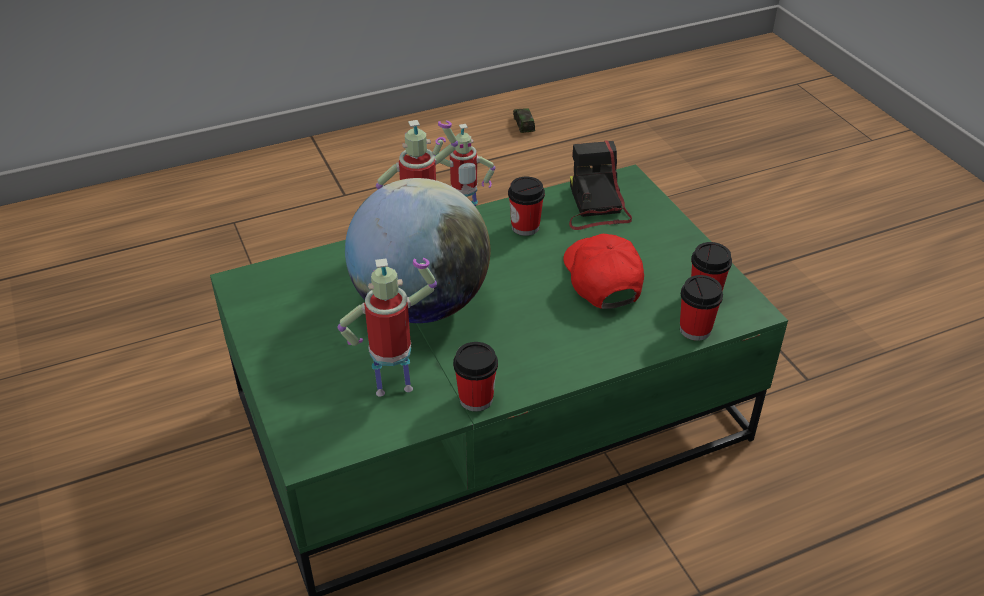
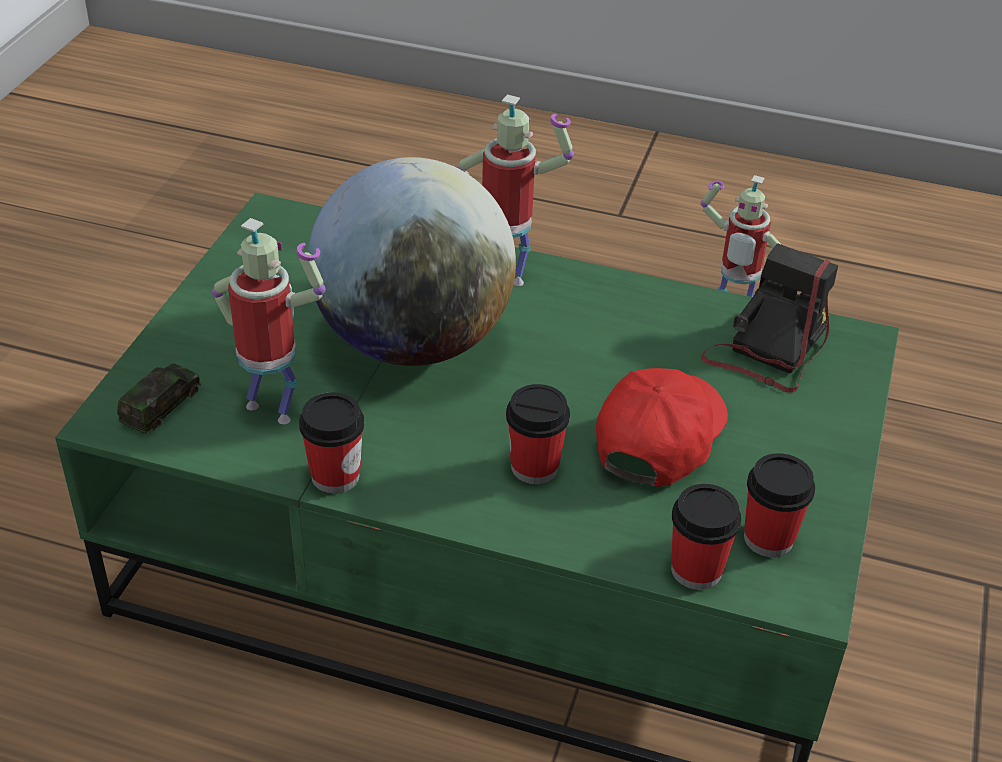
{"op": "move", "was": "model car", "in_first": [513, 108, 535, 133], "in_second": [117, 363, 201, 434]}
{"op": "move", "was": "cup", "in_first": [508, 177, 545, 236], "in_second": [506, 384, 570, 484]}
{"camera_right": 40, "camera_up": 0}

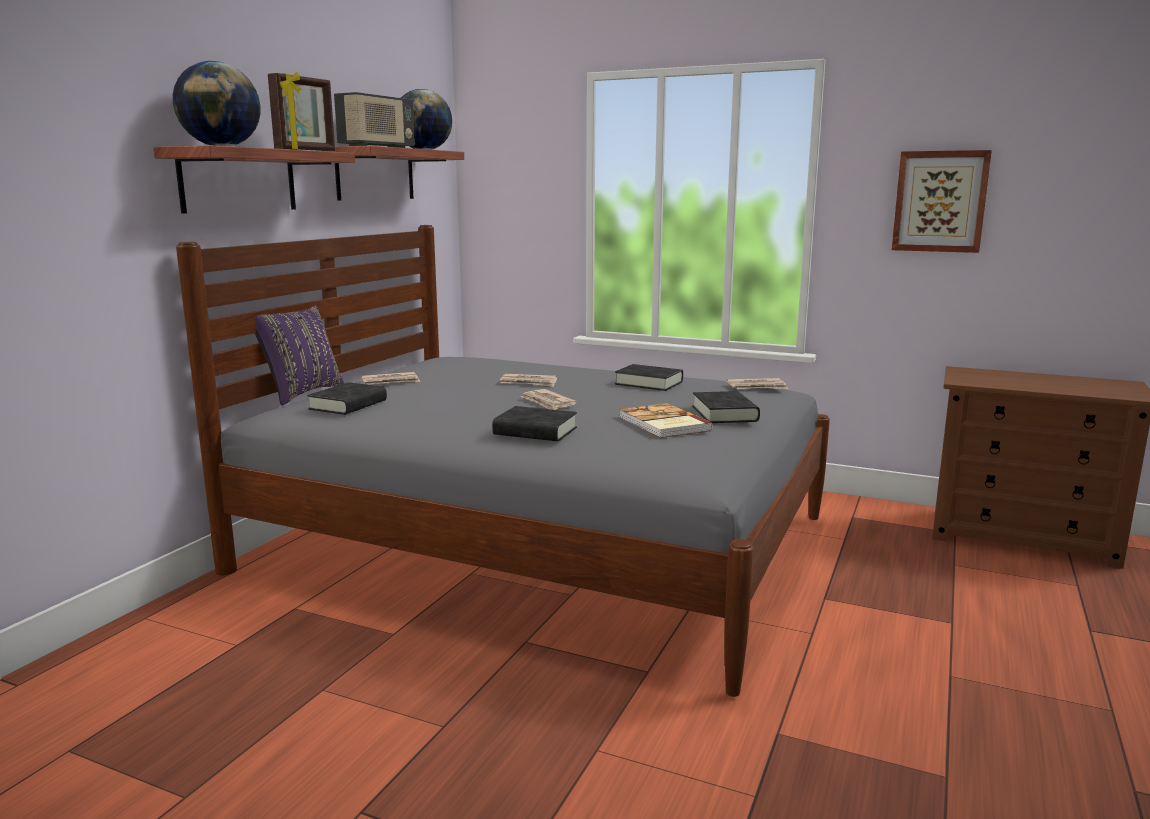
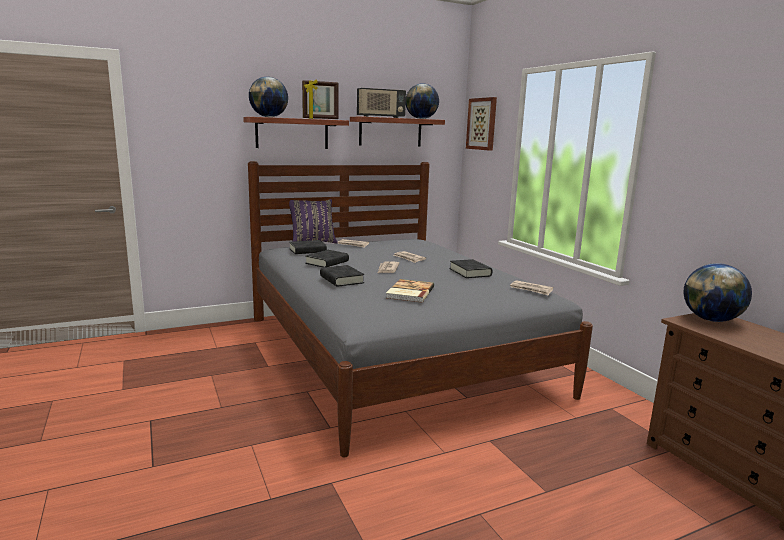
{"op": "move", "was": "black bound book", "in_first": [692, 391, 760, 423], "in_second": [305, 250, 349, 267]}
{"op": "move", "was": "picture", "in_first": [892, 150, 992, 253], "in_second": [466, 97, 497, 151]}
{"op": "insert", "now": "desk globe", "in_second": [683, 263, 752, 322]}
{"camera_right": 40, "camera_up": 0}

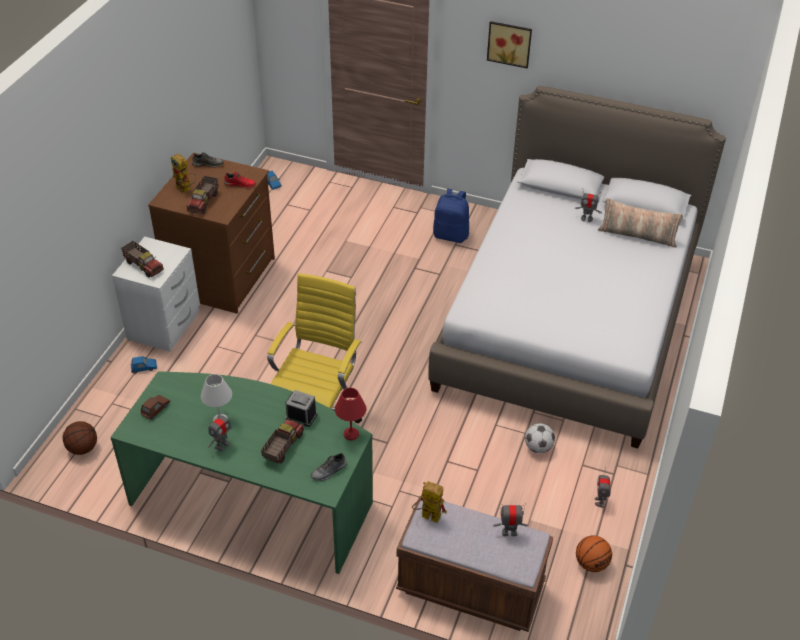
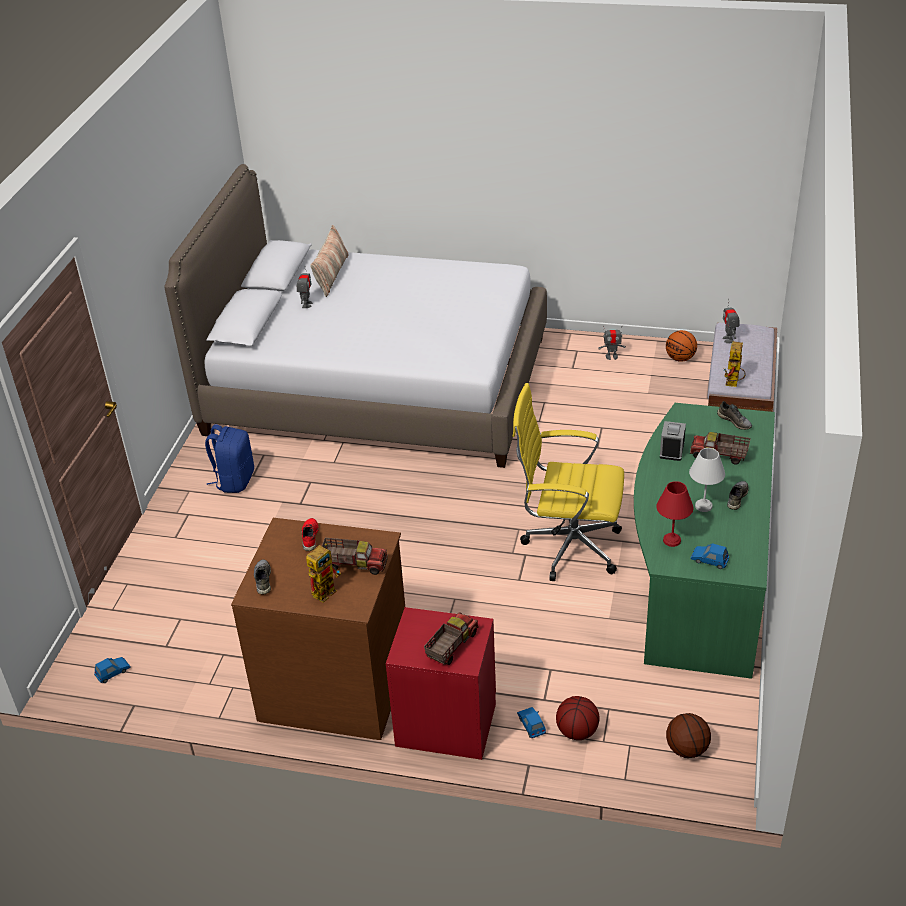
{"op": "recolor", "was": "white nightstand", "now": "reddish nightstand", "in_first": [112, 237, 200, 352], "in_second": [386, 607, 496, 760]}
{"op": "insert", "now": "basketball", "in_second": [556, 696, 599, 740]}
{"op": "move", "was": "reddish table lamp", "in_first": [335, 388, 366, 440], "in_second": [656, 481, 693, 547]}
{"op": "recolor", "was": "brownish model car", "now": "blue model car", "in_first": [141, 395, 170, 420], "in_second": [690, 543, 729, 569]}
{"op": "replace", "was": "toy robot", "now": "grey item of footwear", "in_first": [208, 410, 233, 451], "in_second": [727, 481, 749, 510]}
{"op": "delete", "was": "picture", "in_first": [487, 21, 532, 68]}
{"op": "delete", "was": "football ball", "in_first": [525, 423, 555, 453]}
{"camera_right": -95, "camera_up": -5}

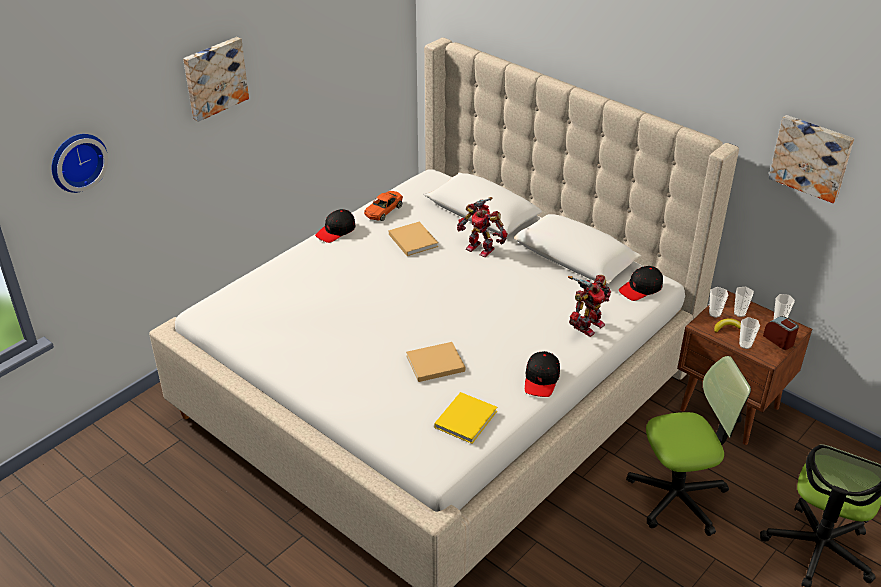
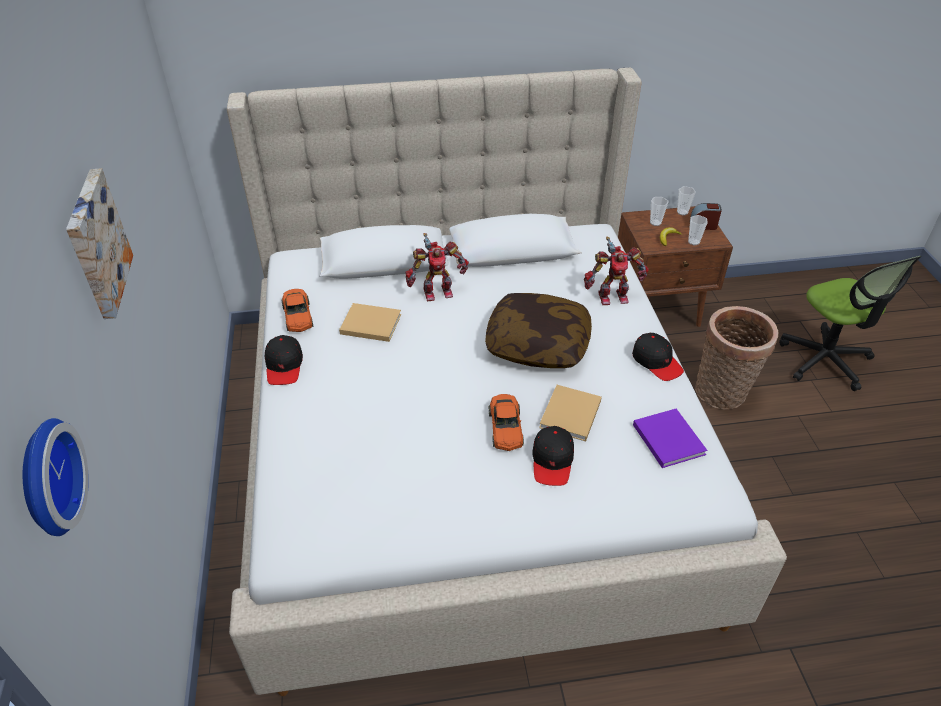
{"op": "insert", "now": "pillow", "in_second": [485, 293, 592, 368]}
{"op": "insert", "now": "orangey model car", "in_second": [489, 394, 524, 451]}
{"op": "move", "was": "black peaked cap", "in_first": [619, 266, 663, 301], "in_second": [532, 426, 574, 486]}
{"op": "rotate", "was": "toy robot", "in_first": [568, 275, 611, 337], "in_second": [584, 237, 649, 305], "clockwise": 90}
{"op": "recolor", "was": "yellowish bound book", "now": "purplish bound book", "in_first": [434, 392, 497, 444], "in_second": [633, 409, 707, 468]}
{"op": "replace", "was": "office chair", "now": "household basket", "in_first": [626, 356, 751, 536], "in_second": [695, 306, 778, 409]}
{"op": "delete", "was": "cup", "in_first": [709, 287, 728, 318]}
{"op": "delete", "was": "picture", "in_first": [769, 115, 854, 203]}
{"camera_right": -50, "camera_up": 5}

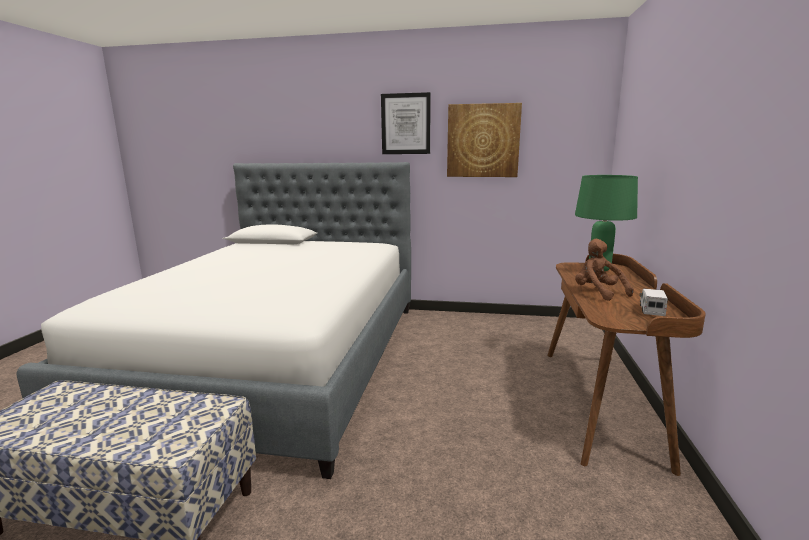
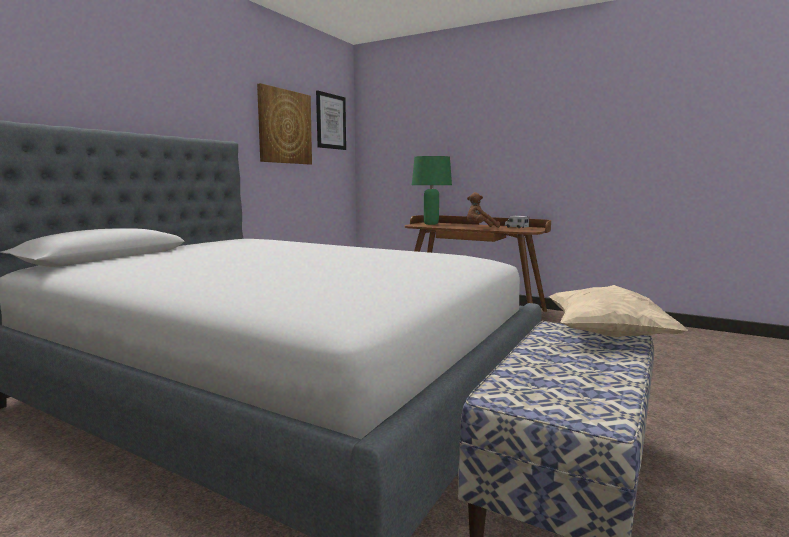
{"op": "move", "was": "picture", "in_first": [381, 92, 430, 154], "in_second": [316, 90, 346, 150]}
{"op": "insert", "now": "beige pillow", "in_second": [549, 285, 688, 337]}
{"camera_right": -70, "camera_up": -5}

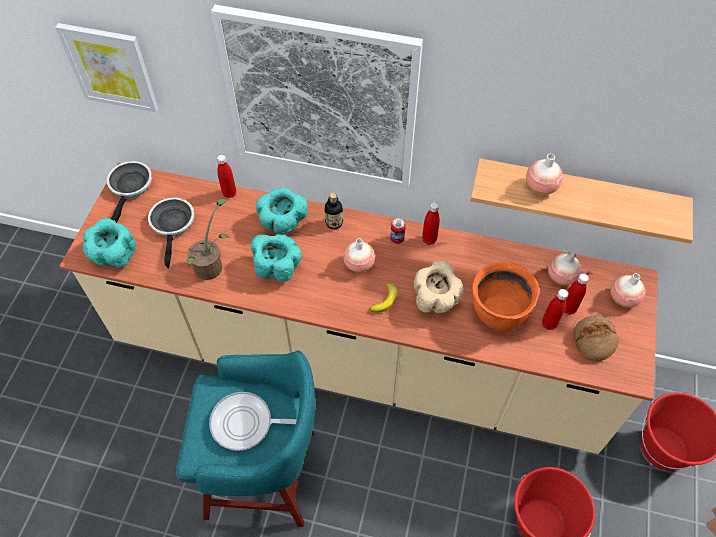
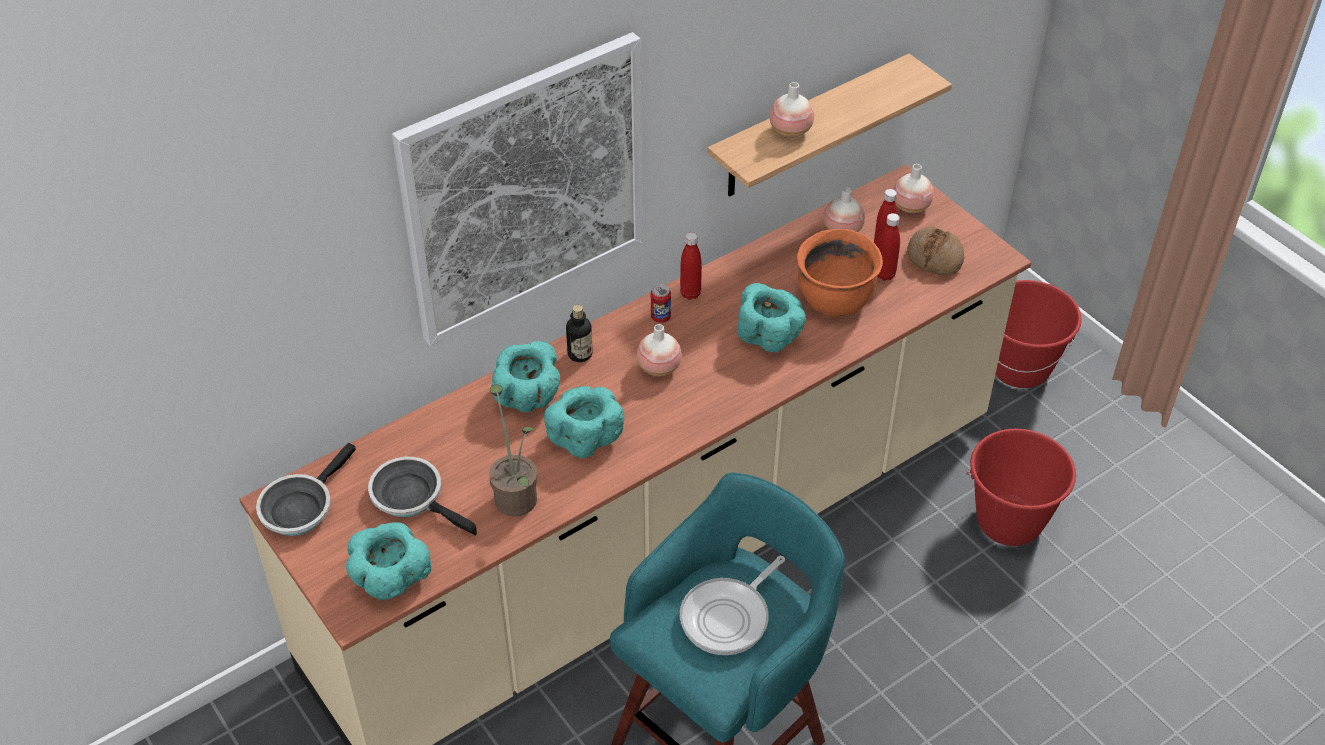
{"op": "rotate", "was": "frying pan", "in_first": [107, 161, 152, 223], "in_second": [256, 443, 356, 536], "clockwise": -105}
{"op": "recolor", "was": "beige bowl", "now": "turquoise-coloured bowl", "in_first": [414, 260, 464, 313], "in_second": [737, 283, 806, 353]}
{"op": "delete", "was": "picture", "in_first": [55, 23, 158, 112]}
{"op": "delete", "was": "reddish bottle", "in_first": [217, 154, 236, 198]}
{"op": "delete", "was": "banana", "in_first": [370, 283, 397, 313]}
{"camera_right": -50, "camera_up": -10}

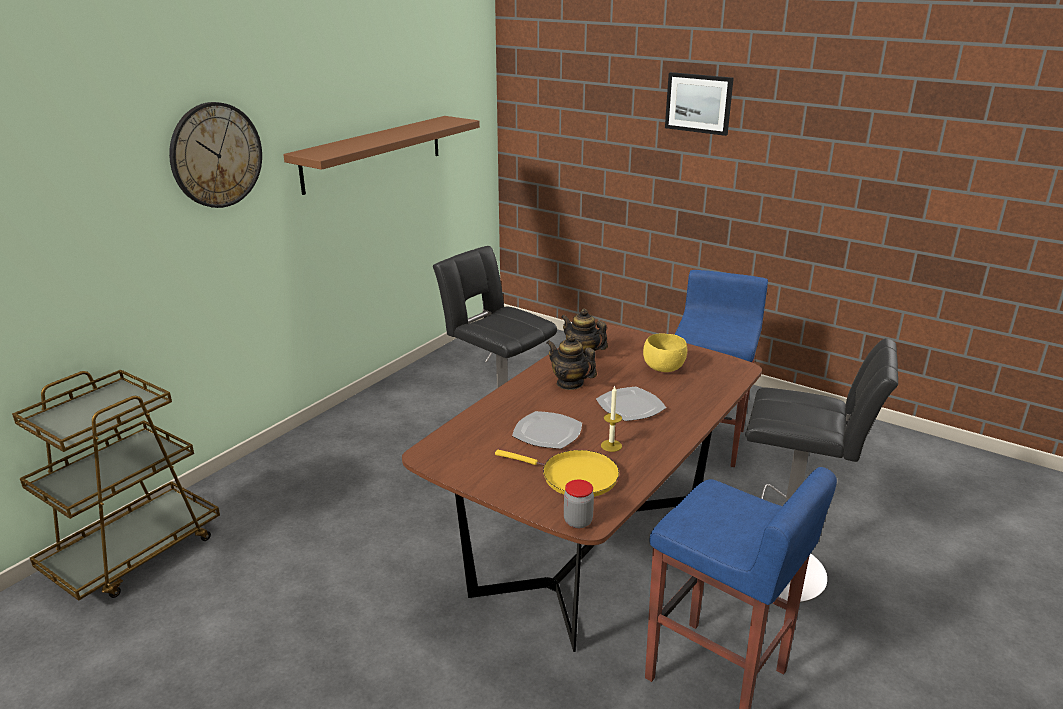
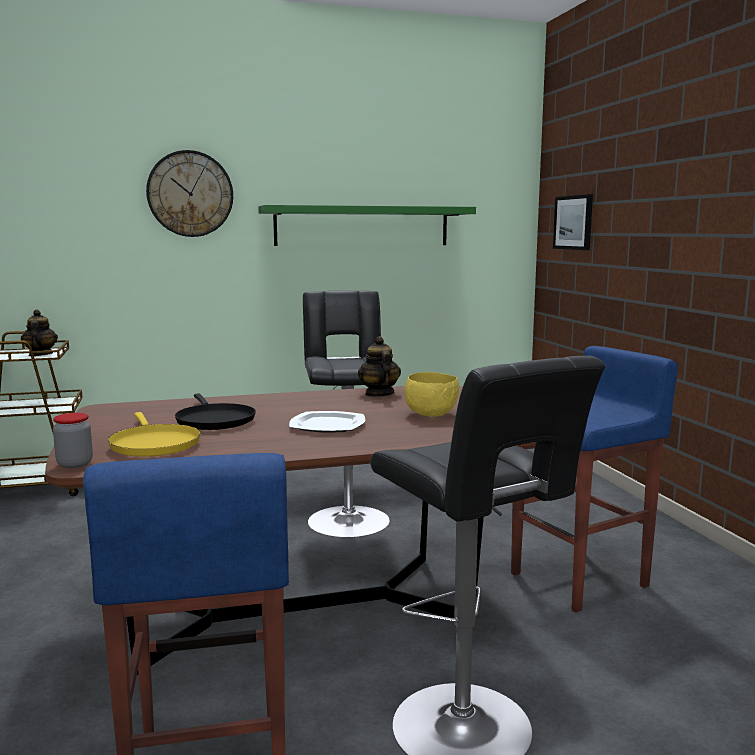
{"op": "move", "was": "tea pot", "in_first": [547, 334, 597, 390], "in_second": [21, 310, 58, 356]}
{"op": "replace", "was": "plate", "now": "black frying pan", "in_first": [512, 411, 582, 449], "in_second": [175, 393, 256, 430]}
{"op": "recolor", "was": "brownish wall shelf", "now": "greenish wall shelf", "in_first": [283, 116, 480, 195], "in_second": [258, 205, 476, 246]}
{"op": "move", "was": "picture", "in_first": [665, 72, 734, 136], "in_second": [553, 194, 593, 250]}
{"op": "delete", "was": "wax light", "in_first": [601, 385, 622, 452]}
{"camera_right": 40, "camera_up": -15}

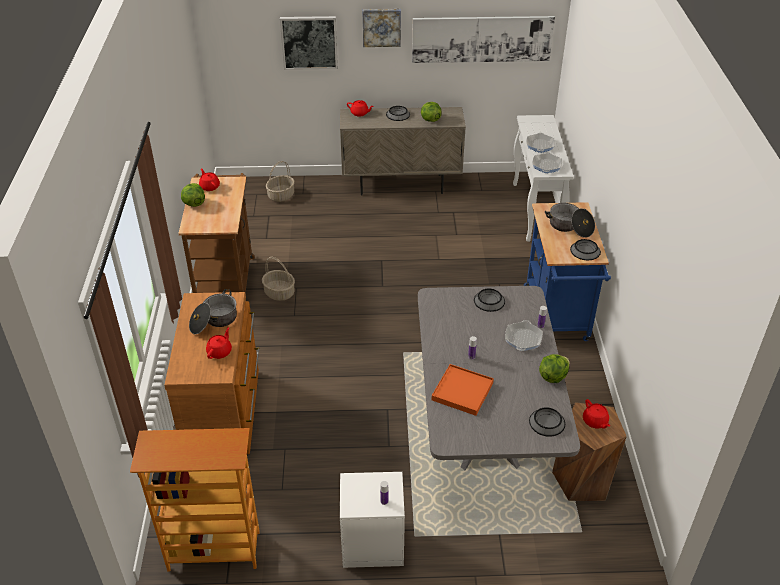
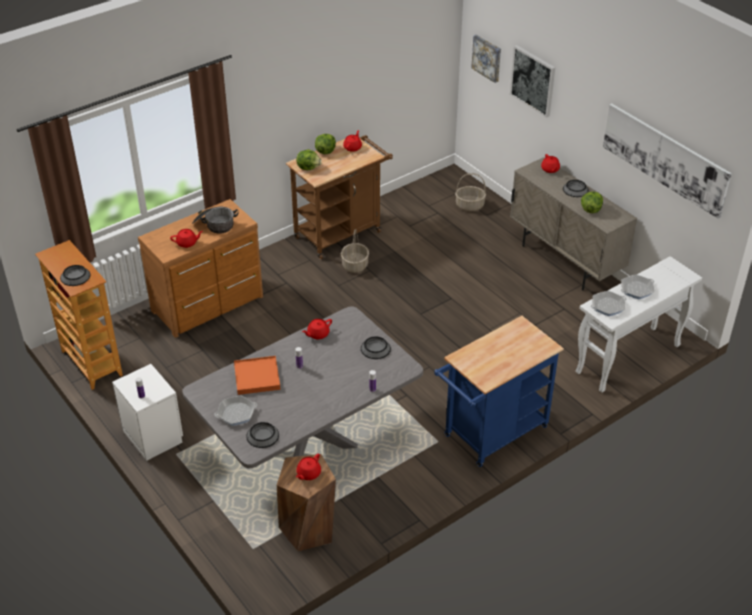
{"op": "move", "was": "bowl", "in_first": [570, 239, 601, 260], "in_second": [60, 265, 90, 286]}
{"op": "move", "was": "frying pan", "in_first": [505, 320, 543, 351], "in_second": [214, 395, 257, 426]}
{"op": "move", "was": "head of lettuce", "in_first": [539, 354, 570, 383], "in_second": [296, 149, 322, 170]}
{"op": "insert", "now": "reddish tea pot", "in_second": [302, 319, 332, 339]}
{"op": "move", "was": "picture", "in_first": [362, 9, 401, 47], "in_second": [471, 35, 501, 83]}
{"op": "delete", "was": "stockpot", "in_first": [545, 203, 595, 238]}
{"camera_right": 55, "camera_up": 0}

